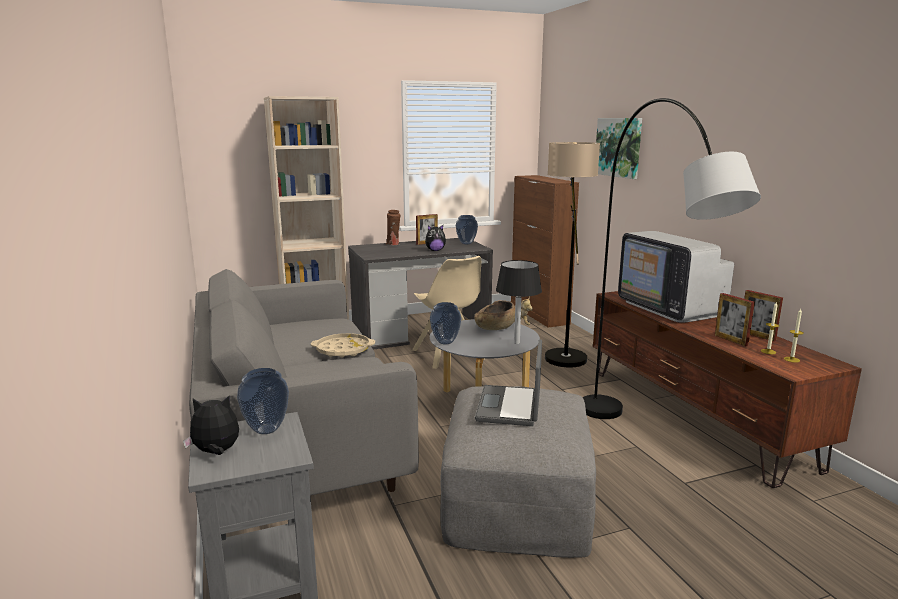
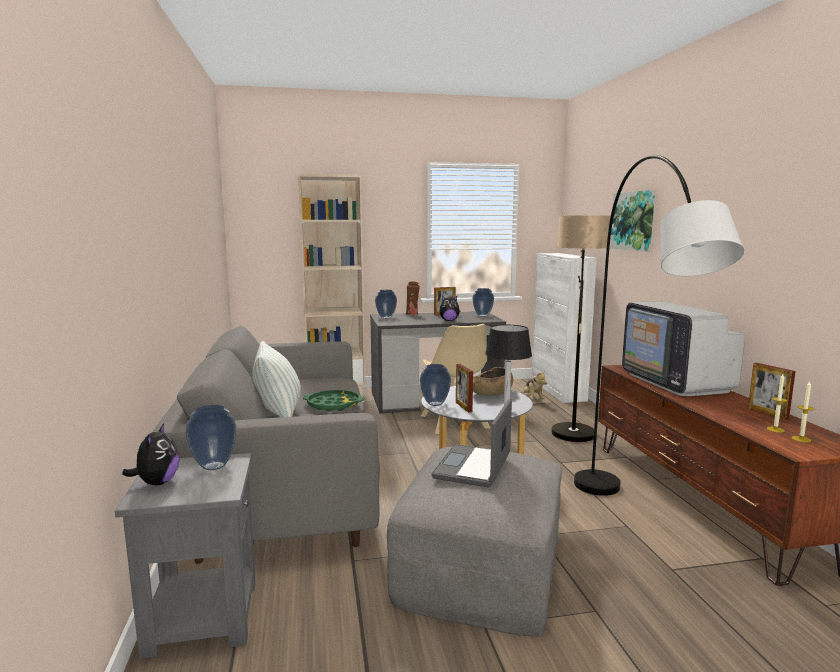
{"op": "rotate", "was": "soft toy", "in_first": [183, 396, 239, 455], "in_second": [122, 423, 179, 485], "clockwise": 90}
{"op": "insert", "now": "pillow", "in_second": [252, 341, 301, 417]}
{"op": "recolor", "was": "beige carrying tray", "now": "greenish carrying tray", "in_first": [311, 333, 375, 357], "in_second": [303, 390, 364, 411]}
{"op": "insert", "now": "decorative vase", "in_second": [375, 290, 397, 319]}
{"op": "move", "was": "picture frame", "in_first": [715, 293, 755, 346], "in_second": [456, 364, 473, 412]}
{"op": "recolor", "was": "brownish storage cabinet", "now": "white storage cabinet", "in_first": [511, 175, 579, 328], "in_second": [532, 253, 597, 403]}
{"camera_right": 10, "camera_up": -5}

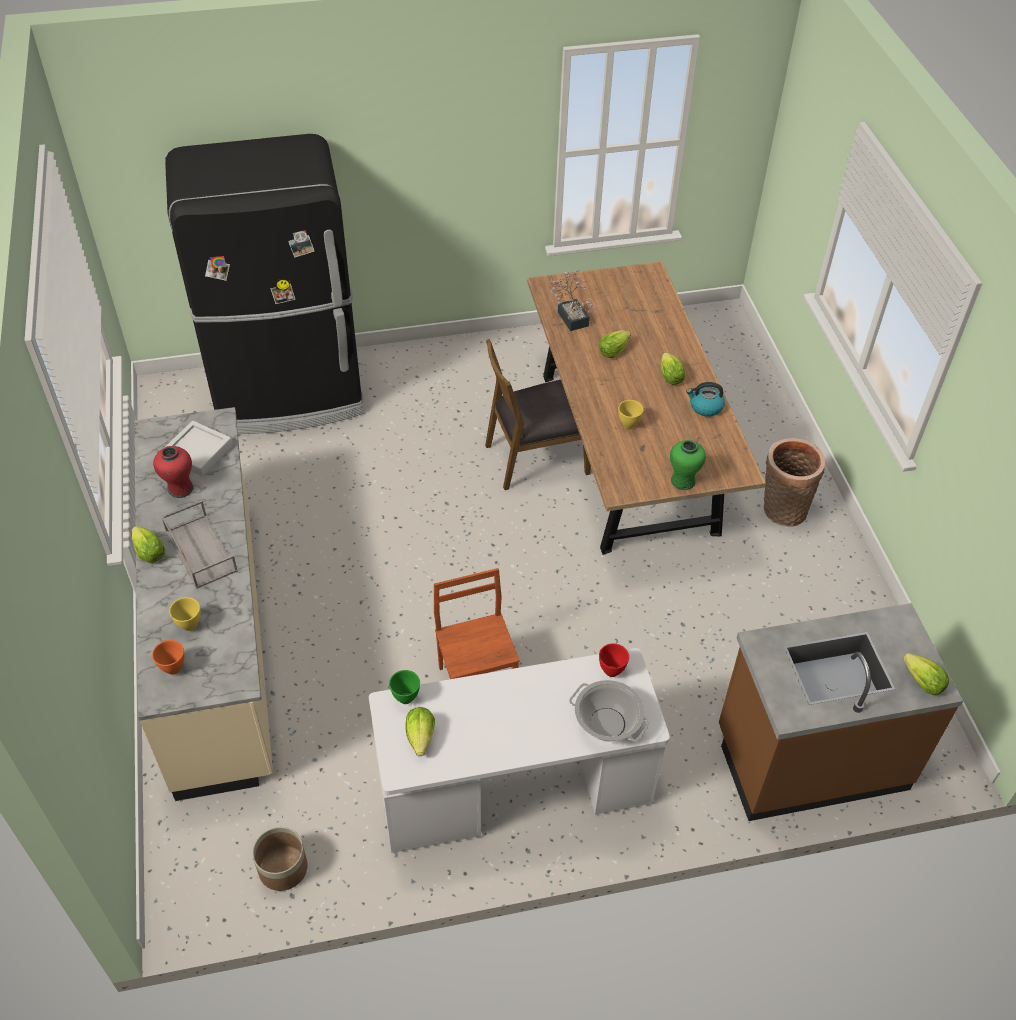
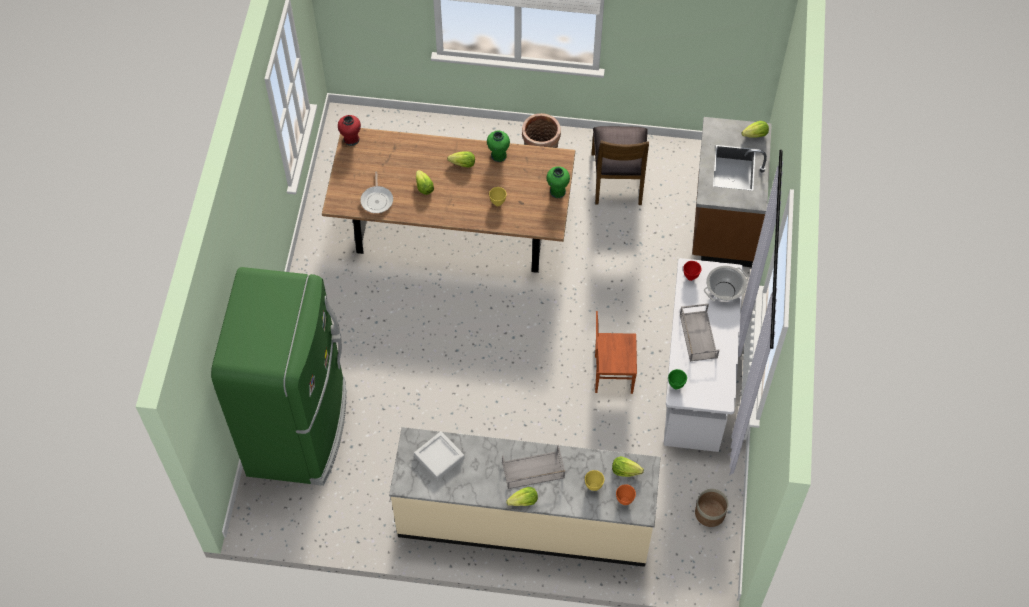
{"op": "recolor", "was": "black refrigerator", "now": "greenish refrigerator", "in_first": [165, 134, 363, 434], "in_second": [211, 267, 346, 486]}
{"op": "move", "was": "reddish decorative vase", "in_first": [153, 446, 193, 498], "in_second": [338, 115, 361, 146]}
{"op": "replace", "was": "houseplant", "now": "frying pan", "in_first": [549, 270, 596, 331], "in_second": [360, 172, 393, 213]}
{"op": "replace", "was": "kettle", "now": "greenish decorative vase", "in_first": [686, 382, 725, 417], "in_second": [487, 131, 510, 162]}
{"op": "move", "was": "brownish upright chair", "in_first": [485, 339, 591, 490], "in_second": [592, 126, 649, 205]}
{"op": "move", "was": "head of lettuce", "in_first": [405, 707, 435, 756], "in_second": [612, 456, 644, 477]}
{"op": "insert", "now": "grey carrying tray", "in_second": [680, 304, 719, 362]}
{"camera_right": -70, "camera_up": 10}

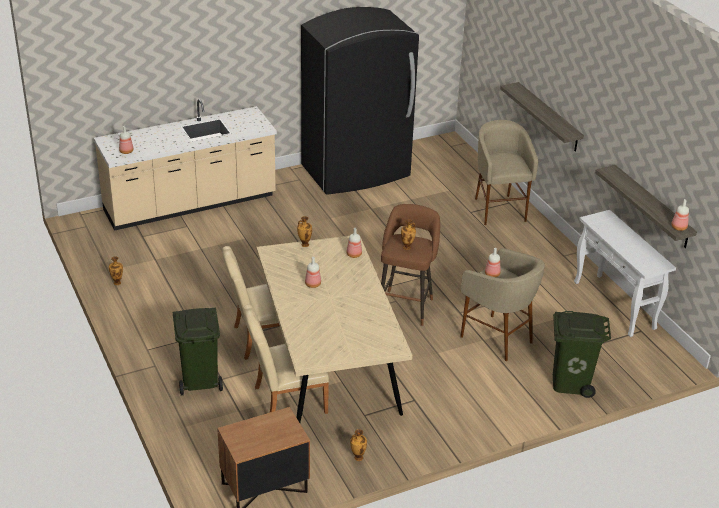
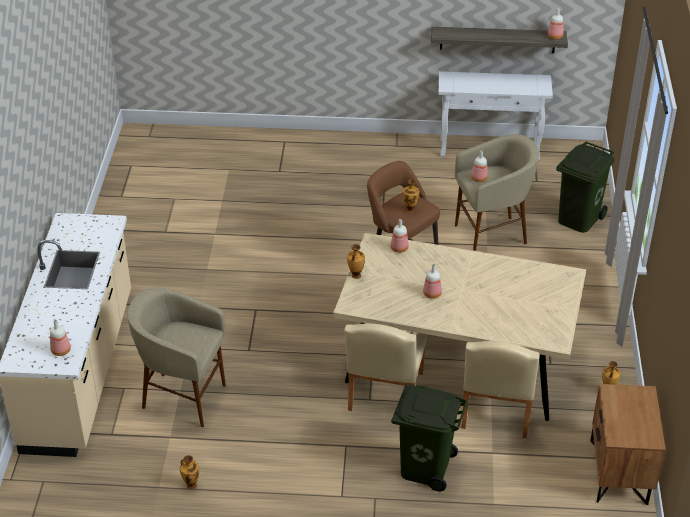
{"op": "move", "was": "beige stool", "in_first": [475, 120, 538, 225], "in_second": [127, 287, 226, 427]}
{"op": "delete", "was": "black refrigerator", "in_first": [301, 7, 419, 195]}
{"op": "delete", "was": "wall shelf", "in_first": [500, 82, 584, 152]}
{"camera_right": -60, "camera_up": 5}

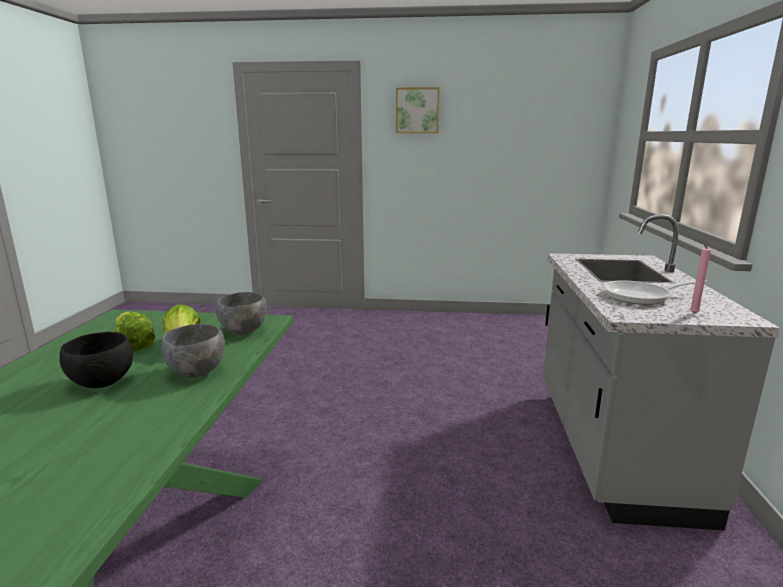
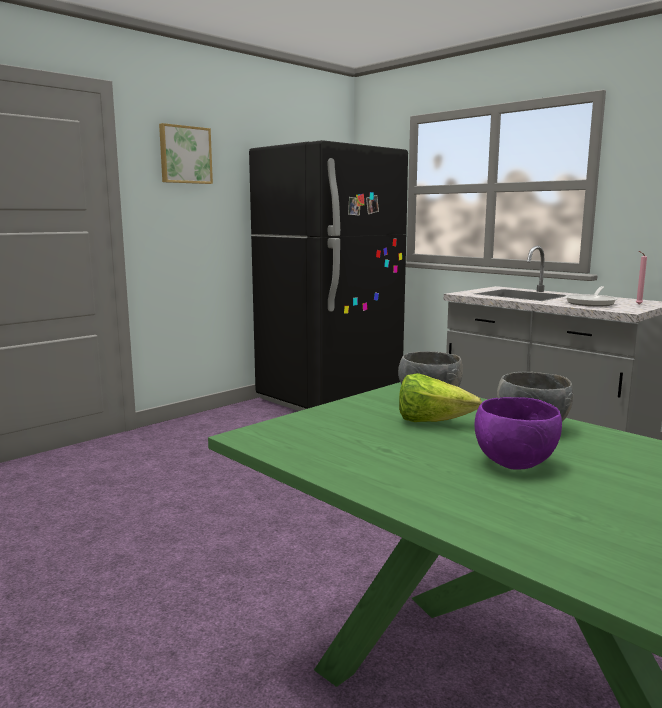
{"op": "insert", "now": "black refrigerator", "in_second": [249, 140, 408, 411]}
{"op": "recolor", "was": "black bowl", "now": "purplish bowl", "in_first": [59, 332, 133, 388], "in_second": [474, 397, 562, 470]}
{"op": "delete", "was": "head of lettuce", "in_first": [115, 312, 156, 351]}
{"camera_right": -50, "camera_up": -5}

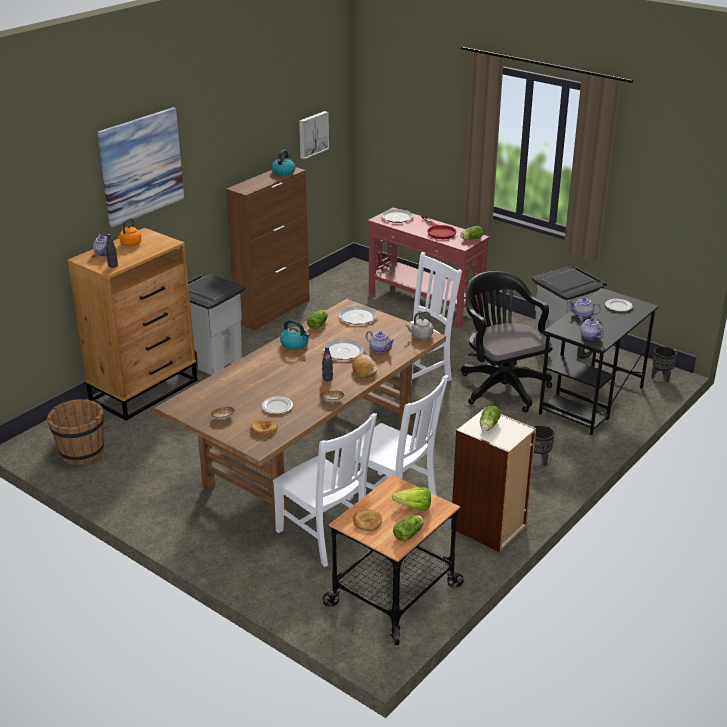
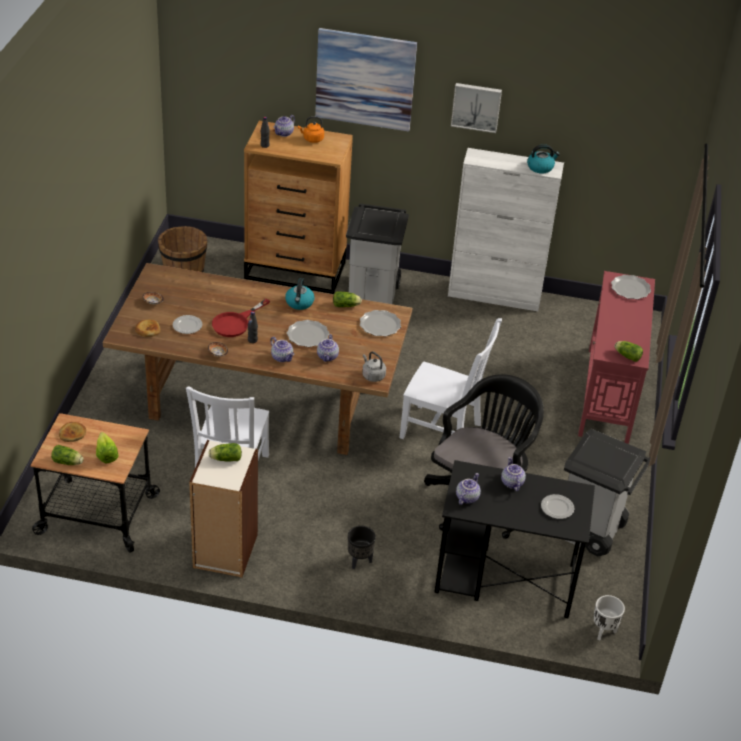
{"op": "move", "was": "reddish frying pan", "in_first": [421, 215, 457, 239], "in_second": [212, 299, 270, 337]}
{"op": "replace", "was": "baked bread", "now": "tea pot", "in_first": [352, 354, 377, 378], "in_second": [270, 337, 294, 362]}
{"op": "recolor", "was": "brownish storage cabinet", "now": "white storage cabinet", "in_first": [226, 167, 310, 330], "in_second": [448, 148, 564, 311]}
{"op": "move", "was": "picture", "in_first": [299, 111, 329, 159], "in_second": [451, 83, 502, 133]}
{"op": "recolor", "was": "black planter", "now": "white planter", "in_first": [651, 346, 677, 382], "in_second": [593, 595, 625, 640]}
{"op": "delete", "was": "white upright chair", "in_first": [273, 413, 377, 567]}
{"camera_right": 60, "camera_up": 10}

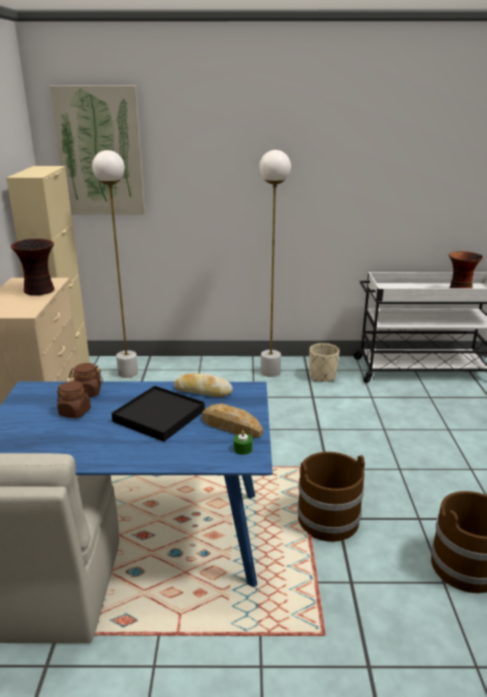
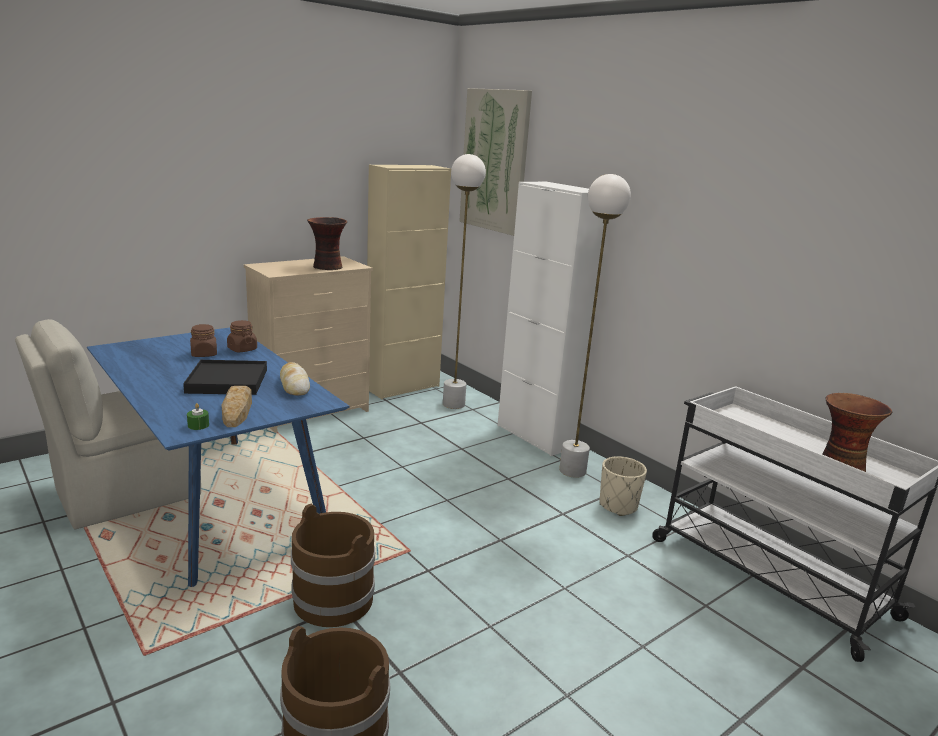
{"op": "insert", "now": "white storage cabinet", "in_second": [498, 182, 604, 456]}
{"camera_right": 50, "camera_up": -5}

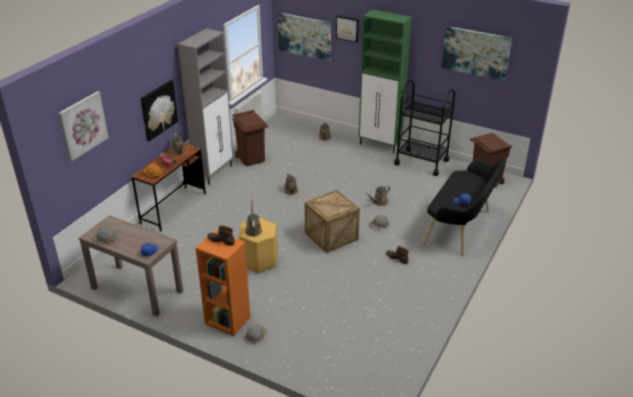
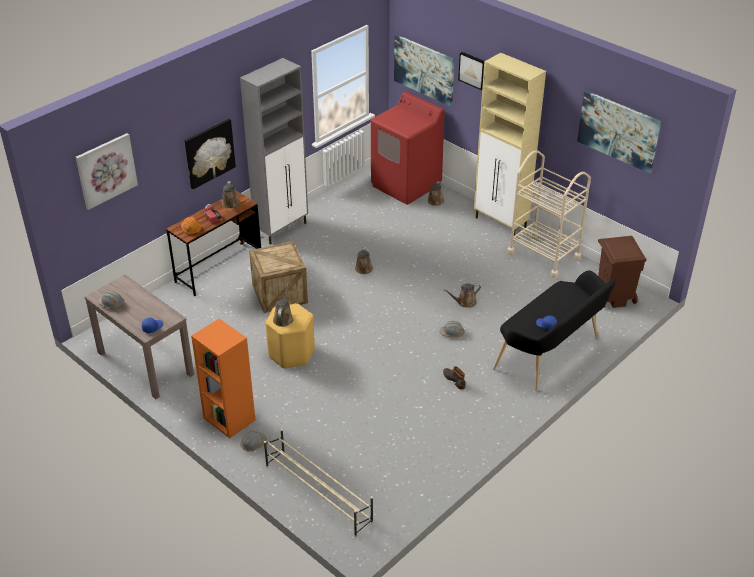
{"op": "move", "was": "crate", "in_first": [304, 190, 360, 253], "in_second": [249, 241, 308, 313]}
{"op": "insert", "now": "beige shoe rack", "in_second": [264, 429, 373, 537]}
{"op": "insert", "now": "reddish laundry appliance", "in_second": [371, 92, 445, 205]}
{"op": "recolor", "was": "greenish storage cabinet", "now": "beige storage cabinet", "in_first": [359, 10, 412, 154], "in_second": [474, 53, 546, 236]}
{"op": "recolor", "was": "black cart", "now": "beige cart", "in_first": [394, 80, 455, 176], "in_second": [507, 150, 591, 278]}
{"op": "delete", "was": "high-top boot", "in_first": [207, 226, 235, 246]}
{"op": "delete", "was": "brownish rubbish bin", "in_first": [232, 110, 268, 166]}
{"camera_right": 15, "camera_up": 5}

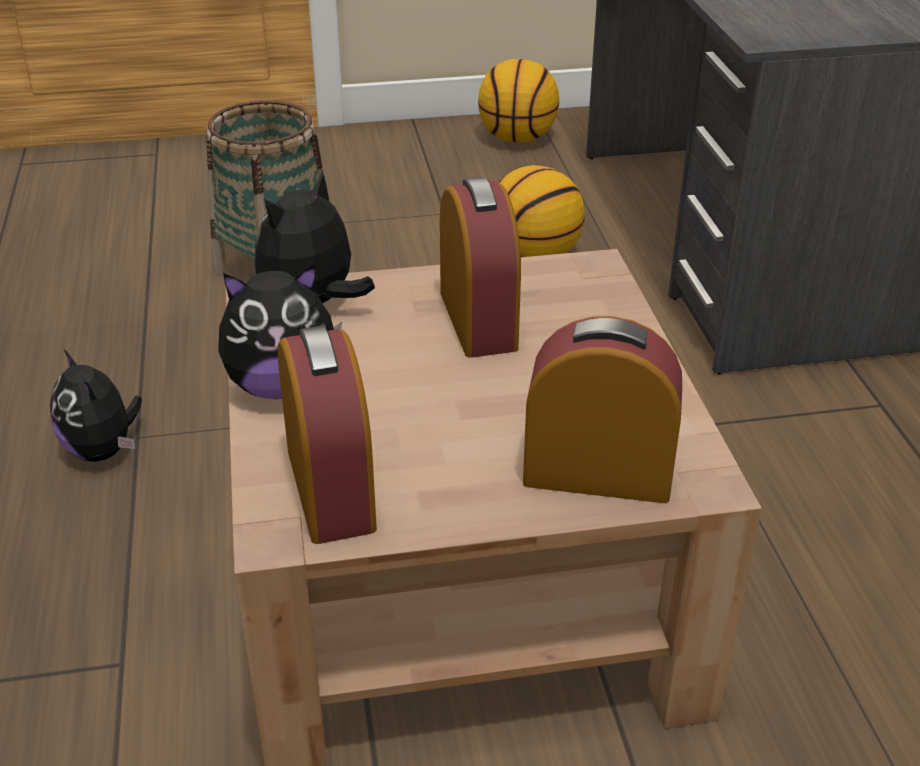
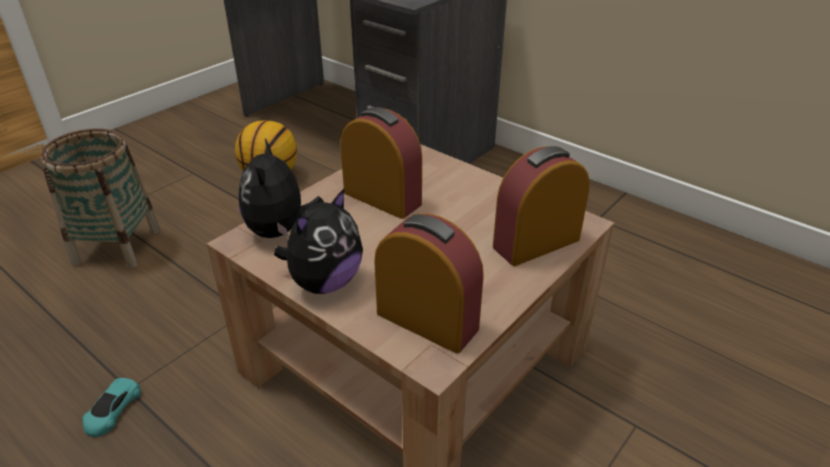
{"op": "replace", "was": "soft toy", "now": "turquoise-coloured model car", "in_first": [50, 349, 142, 462], "in_second": [82, 378, 141, 437]}
{"op": "delete", "was": "basketball", "in_first": [478, 59, 559, 143]}
{"camera_right": -40, "camera_up": 0}

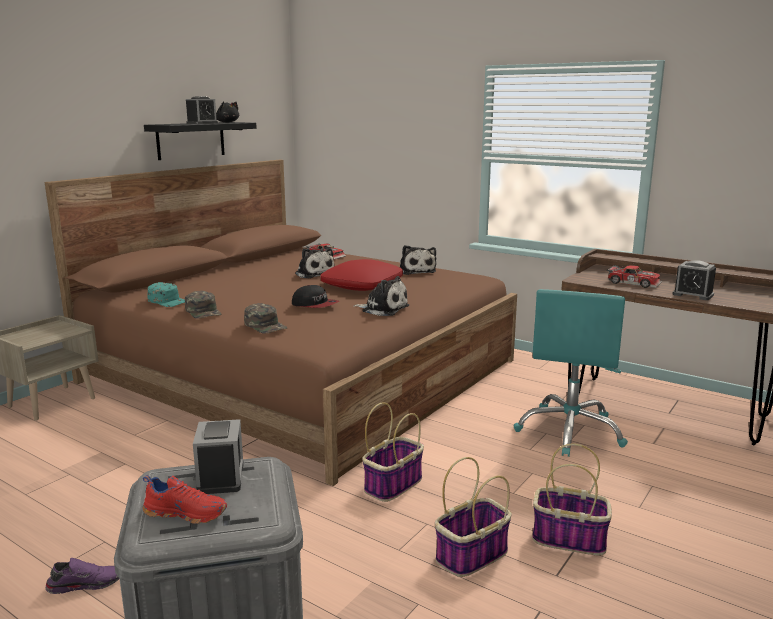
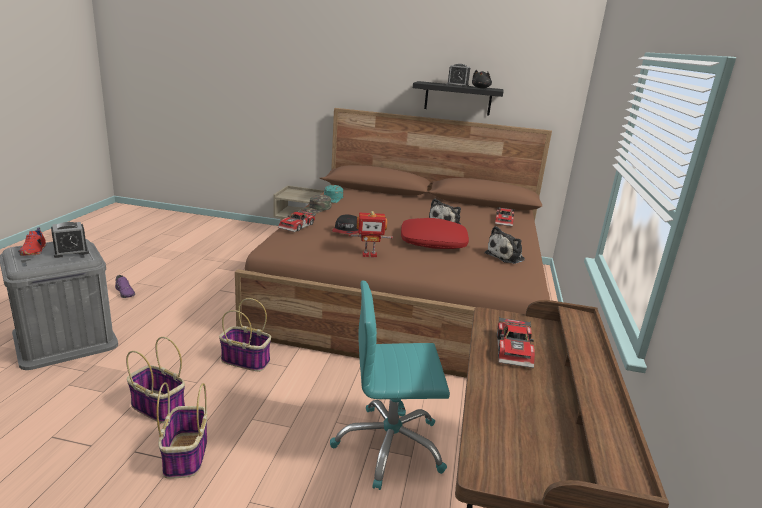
{"op": "replace", "was": "greenish peaked cap", "now": "model car", "in_first": [244, 303, 287, 333], "in_second": [278, 210, 316, 232]}
{"op": "replace", "was": "soft toy", "now": "toy robot", "in_first": [354, 276, 409, 316], "in_second": [349, 211, 393, 257]}
{"op": "delete", "was": "bedside clock", "in_first": [672, 260, 716, 300]}
{"camera_right": 65, "camera_up": 5}

